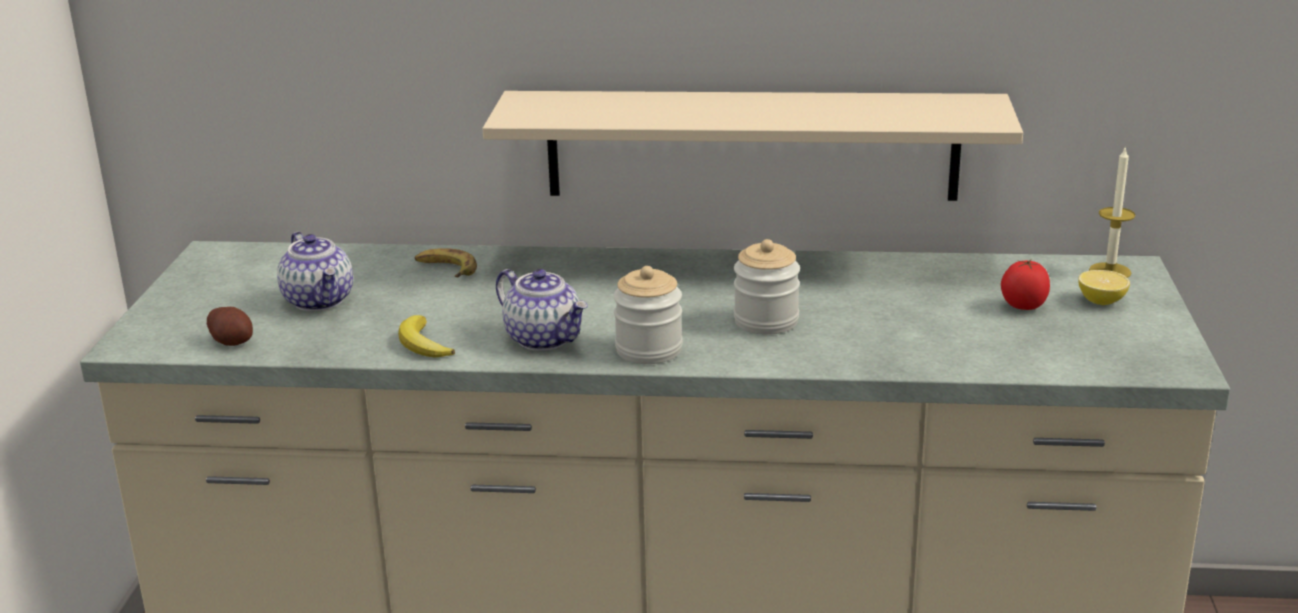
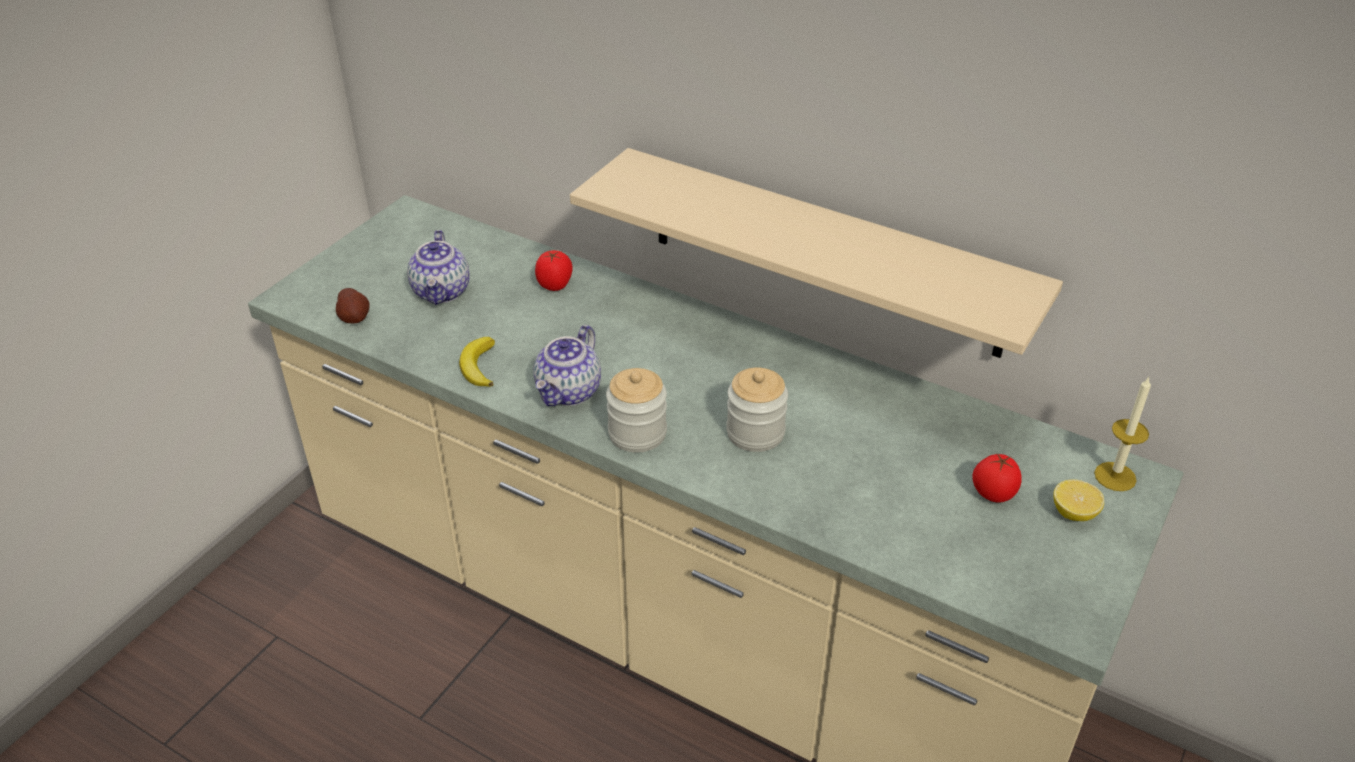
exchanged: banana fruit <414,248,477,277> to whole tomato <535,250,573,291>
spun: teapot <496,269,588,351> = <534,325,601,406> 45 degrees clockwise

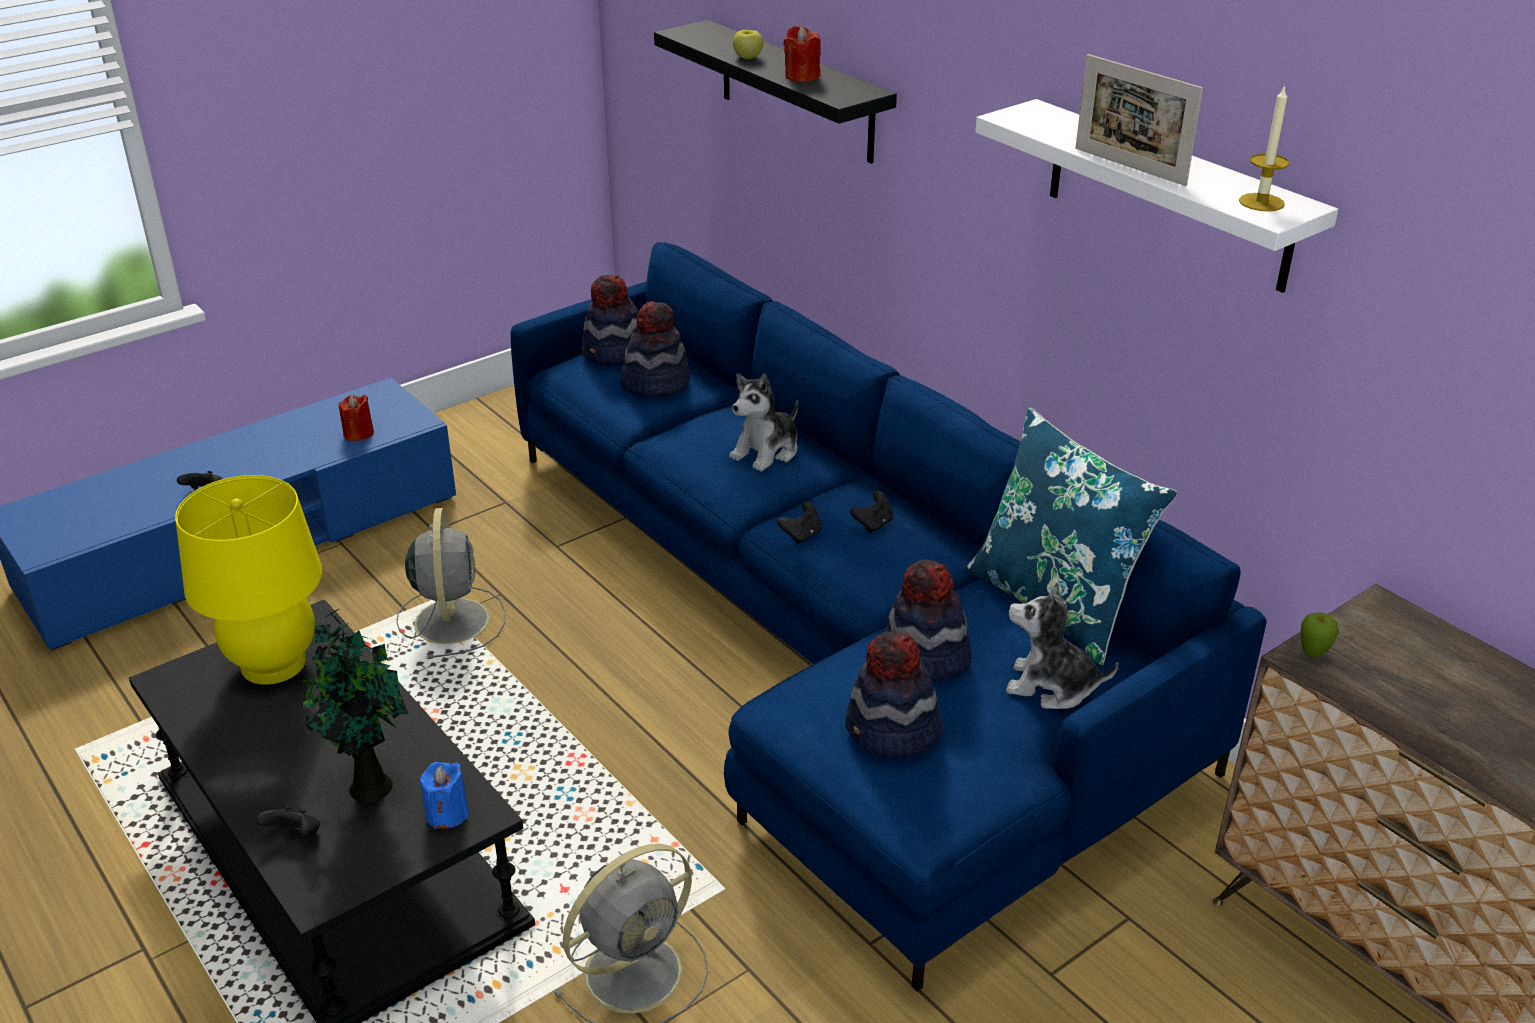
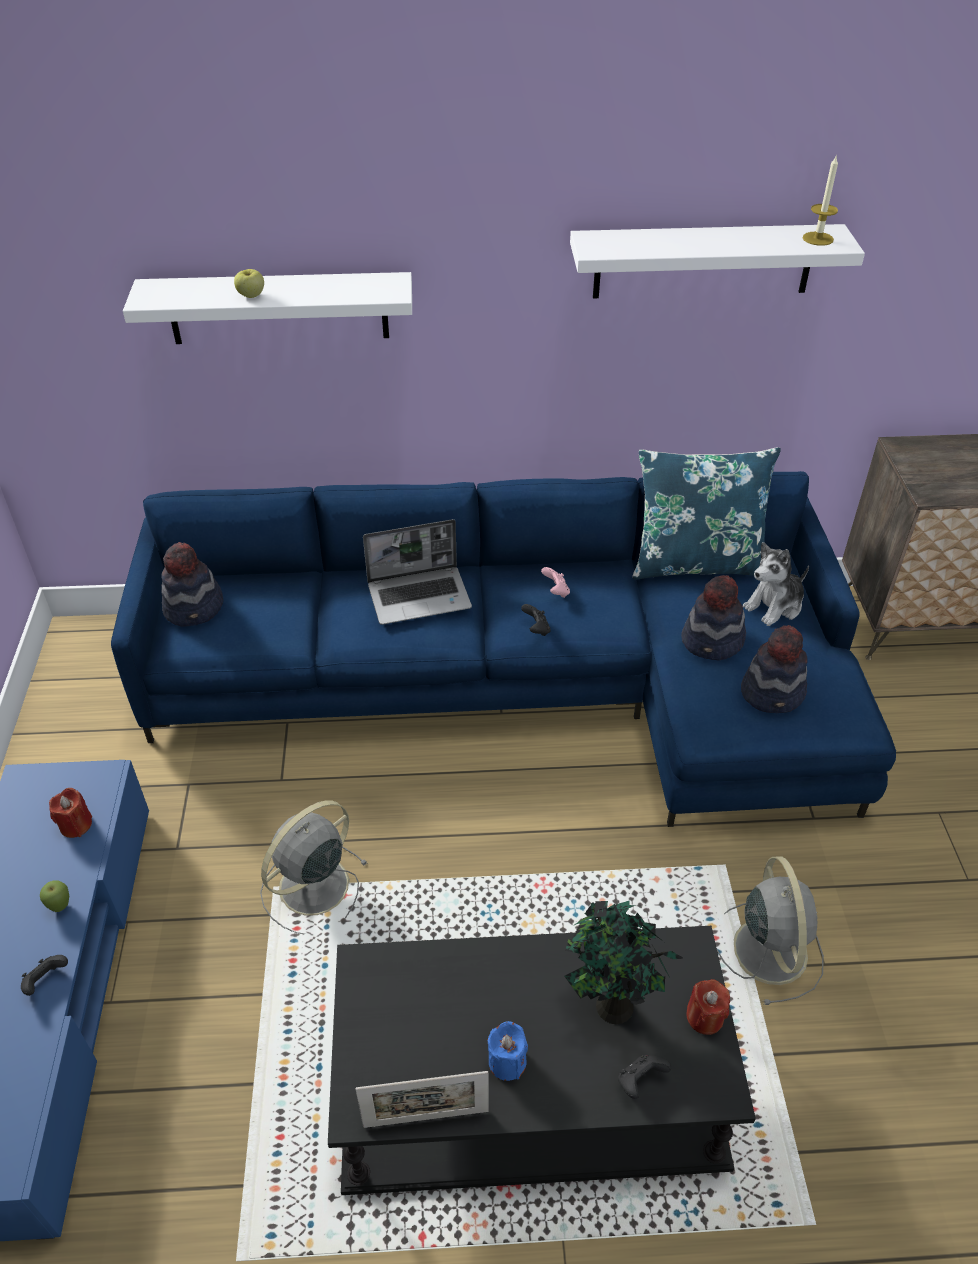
missing: yellow-coloured table lamp <175,475,322,685>; wearable hat <620,301,690,398>
relocated: blue wax candle <420,762,469,829> to <487,1021,528,1081>; red-coloured wax candle <783,26,821,82> to <686,979,730,1035>; picture frame <1076,54,1203,186> to <355,1071,488,1128>; apple fruit <1300,613,1339,657> to <40,881,69,912>
exchanged: cuddly toy <729,373,798,472> to portable computer <363,519,472,625>
colour: blackish bracket shelf <654,20,897,164> to white bracket shelf <123,272,412,344>; blackish gamepad <850,491,893,533> to pinkish gamepad <541,567,570,598>
spun: greyish fan <396,508,506,659> = <260,800,368,934> 75 degrees counterclockwise

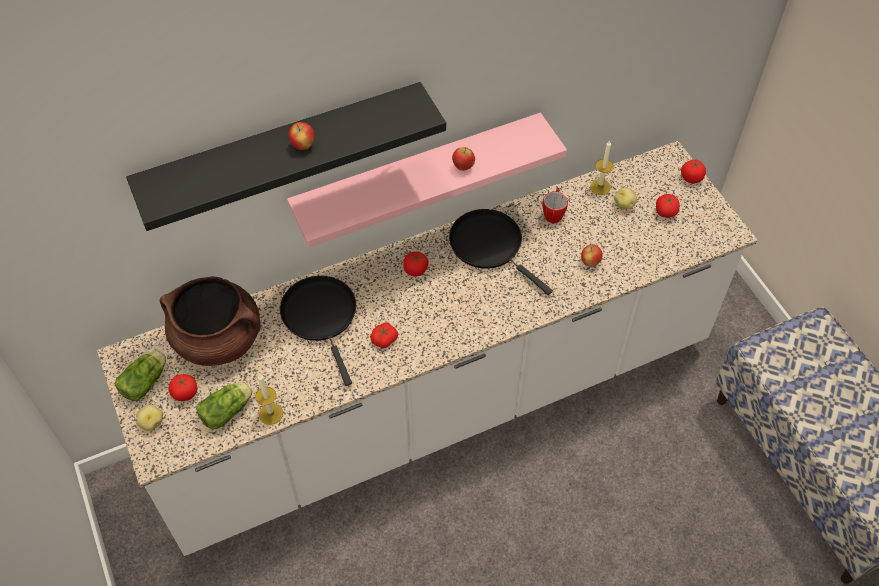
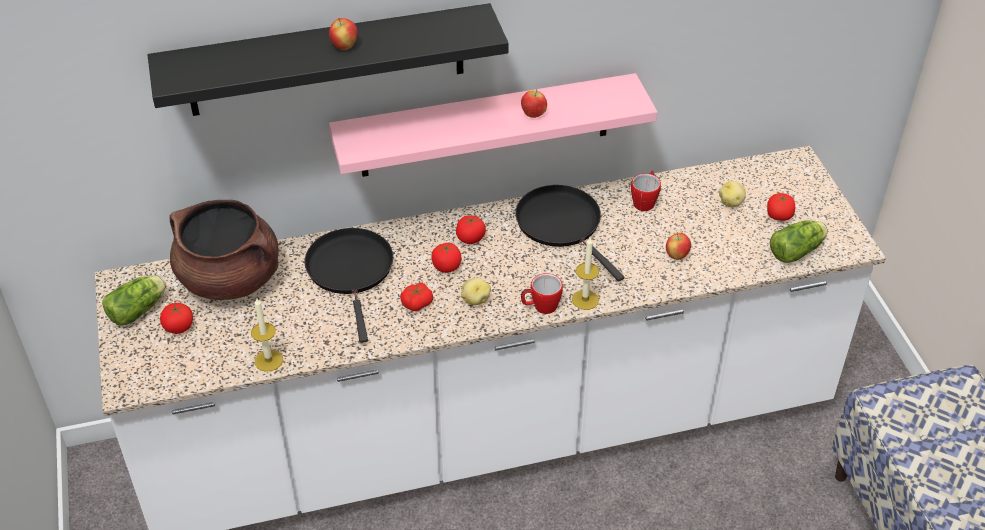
appeared: mug <521,273,563,314>
relocated: potato <136,405,163,431> to <461,278,491,305>; lettuce <196,382,252,429> to <770,220,828,263>; wax candle <590,140,614,195> to <572,238,599,310>; whole tomato <681,159,706,184> to <431,243,462,273>

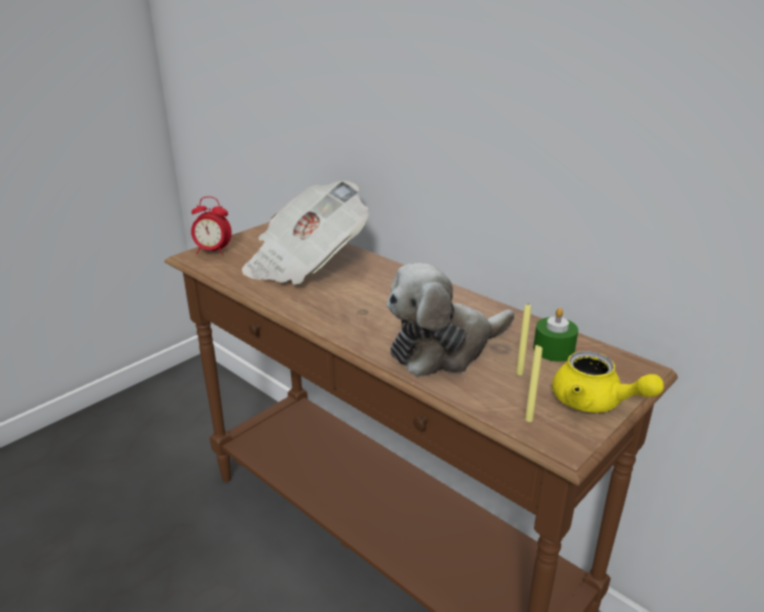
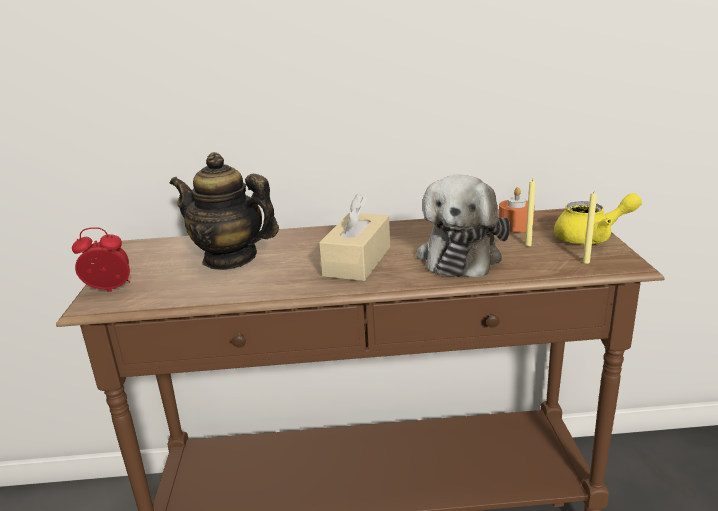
appeared: beige-coloured box of tissues <319,194,390,281>
exchanged: daily paper <242,181,369,285> to teapot <170,152,279,270>
colour: green wax candle <533,308,578,362> to orange-coloured wax candle <499,187,534,232>
spun: table clock <191,196,232,256> = <72,227,130,292> 150 degrees counterclockwise

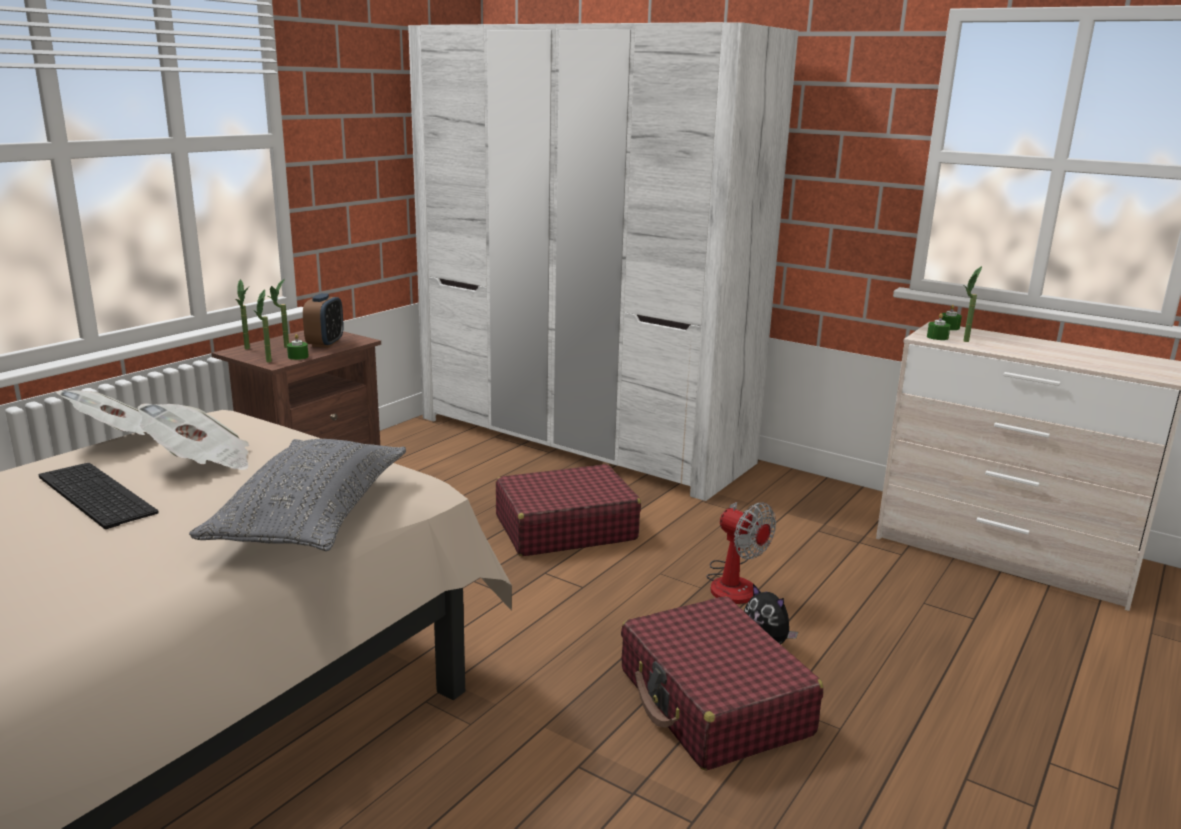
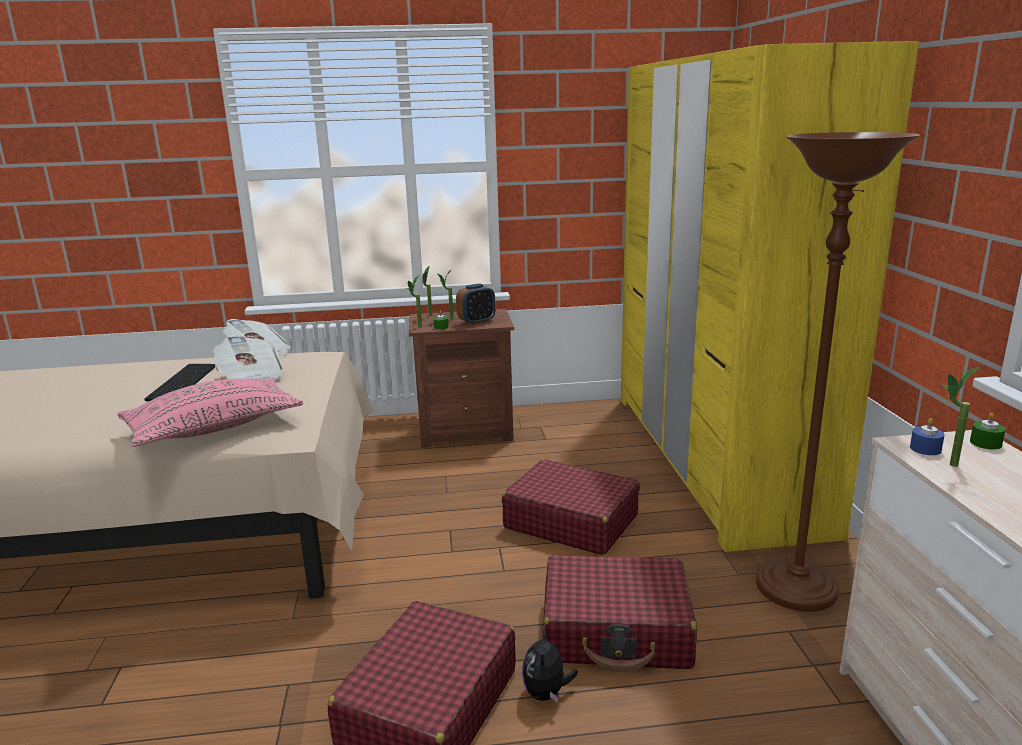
appeared: brown floor lamp <756,132,920,612>
exchanged: fan <706,502,776,604> to red-coloured suitcase <543,555,697,672>
colour: greyish cushion <189,439,406,551> to pinkish cushion <117,378,303,447>; white clothes cupboard <408,22,798,501> to yellow-coloured clothes cupboard <621,41,919,552>; green wax candle <927,313,951,340> to blue wax candle <910,418,945,455>

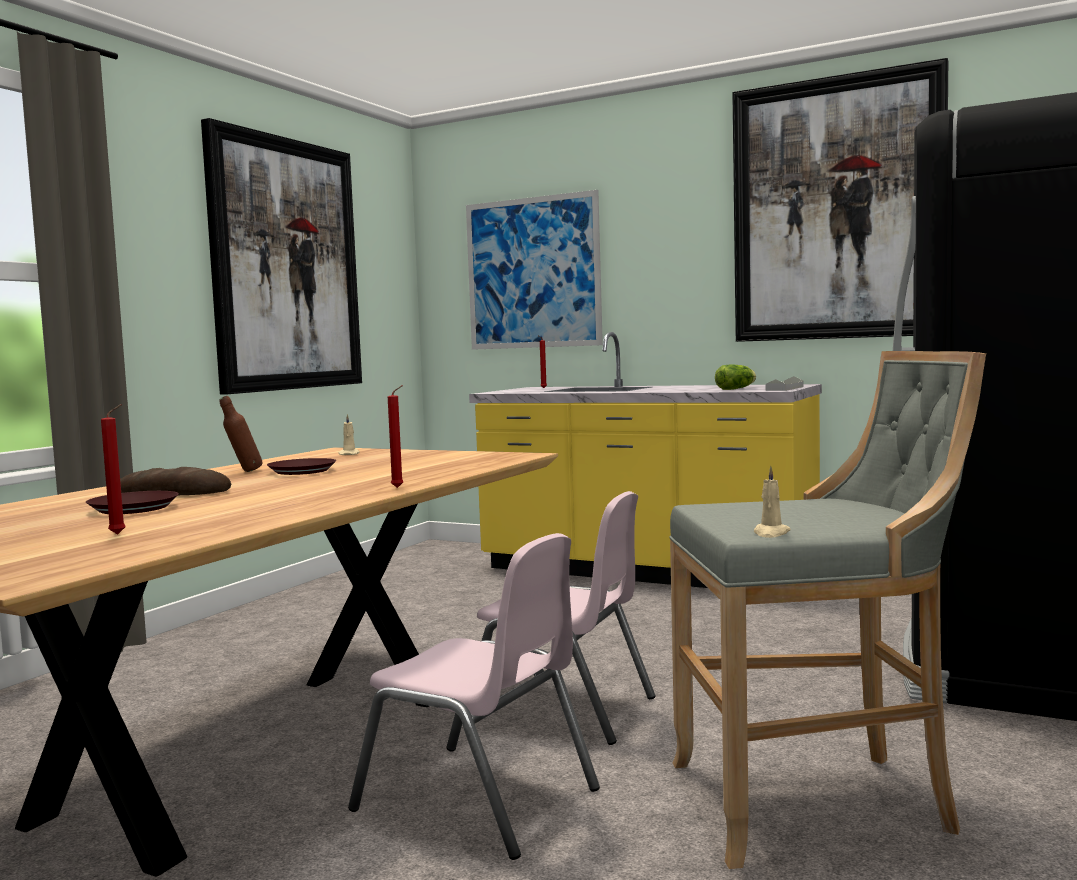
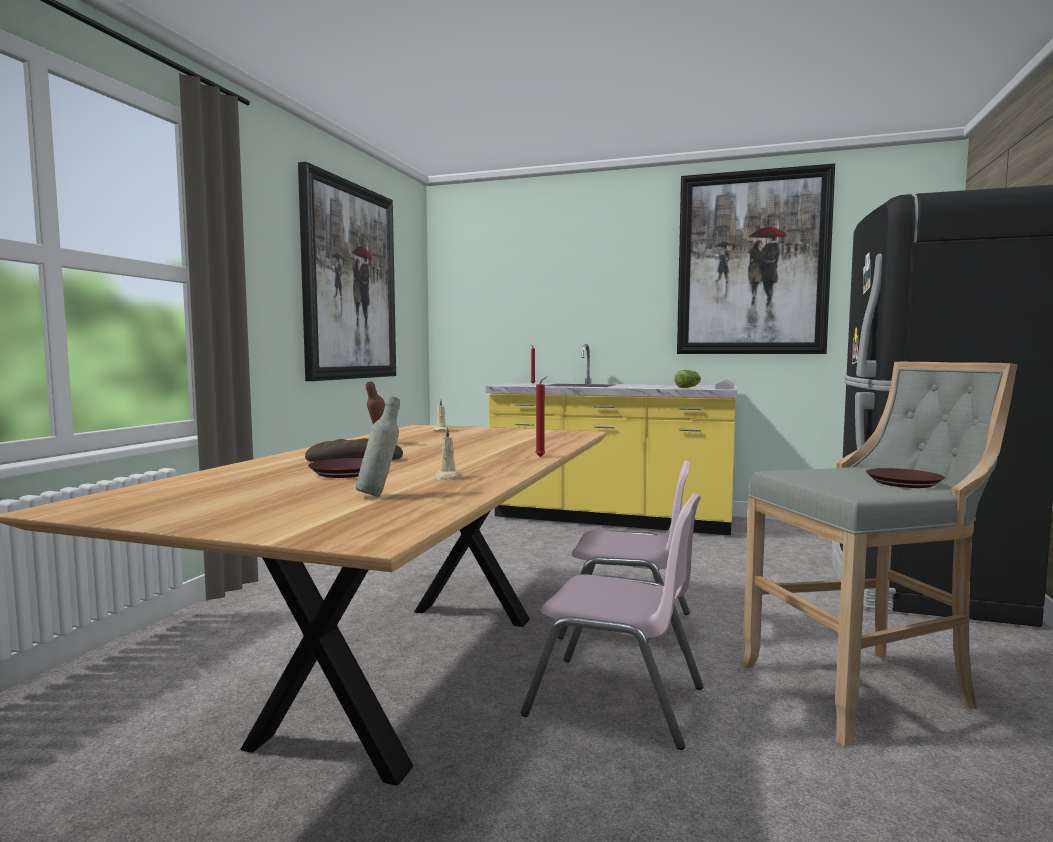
missing: picture <466,190,603,350>
relocated: brown dinner plate <267,458,336,475> to <866,468,945,488>; beige-coloured wax candle <754,466,791,538> to <434,426,462,480>
exchanged: red-coloured wax candle <101,404,126,535> to greyish bottle <356,396,400,497>

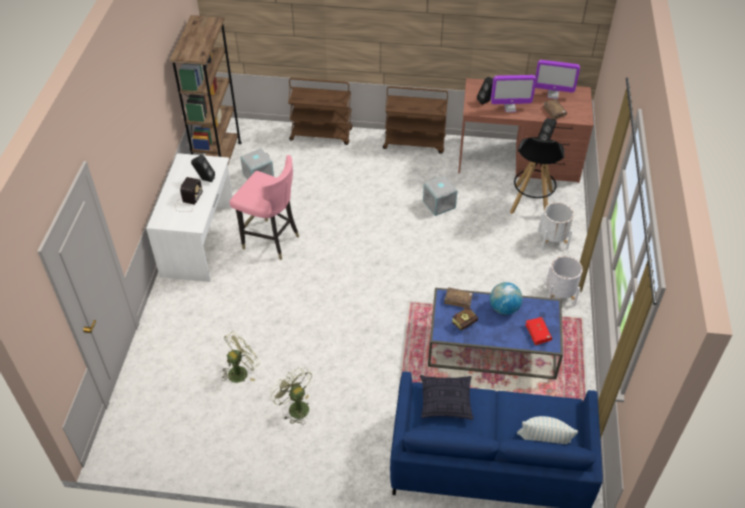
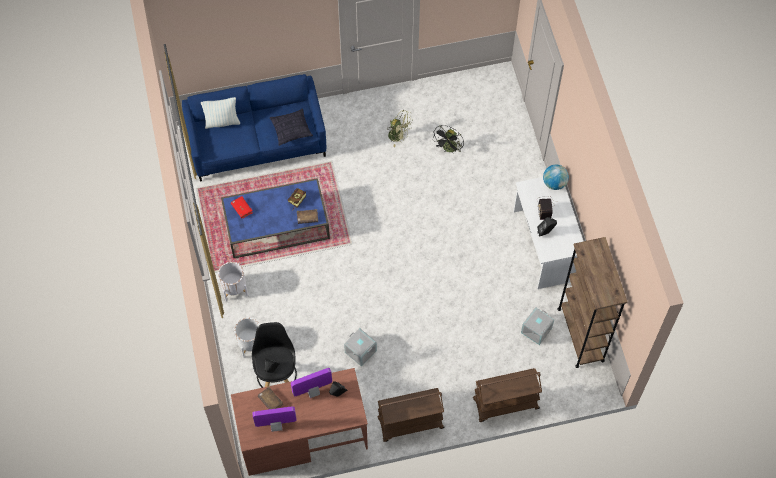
missing: pinkish plain chair <230,155,299,260>
relocated: desk globe <490,282,523,315> to <543,165,569,190>
colour: green fan <221,332,260,383> to blackish fan <432,125,464,154>

